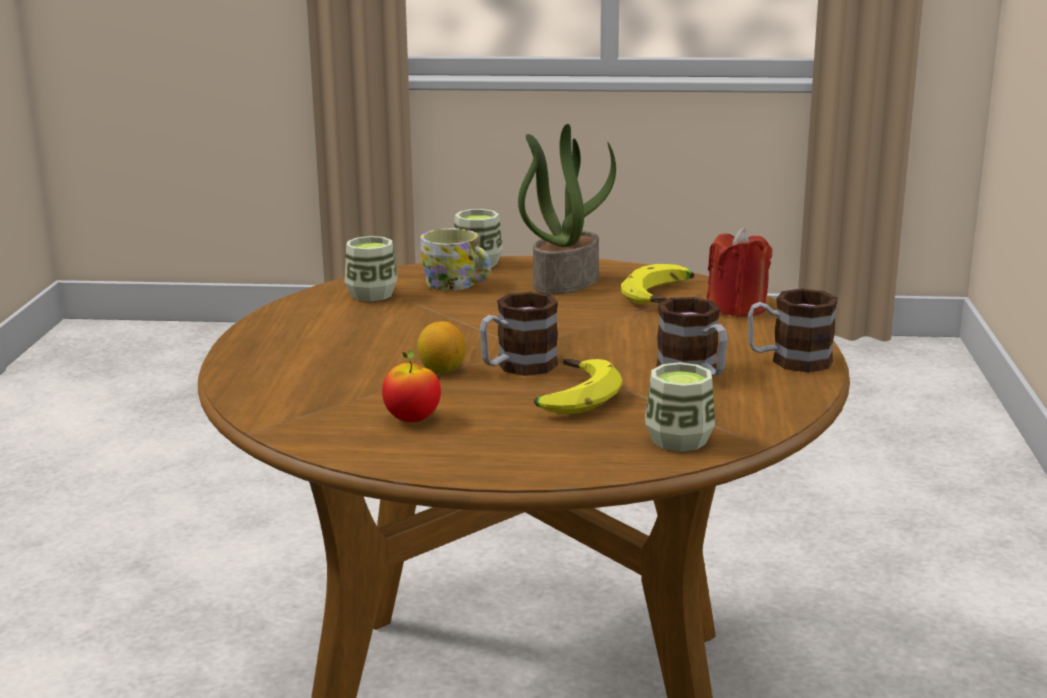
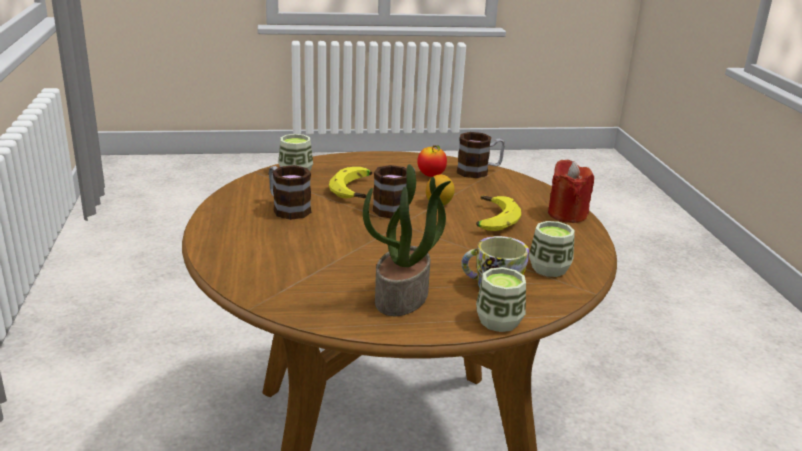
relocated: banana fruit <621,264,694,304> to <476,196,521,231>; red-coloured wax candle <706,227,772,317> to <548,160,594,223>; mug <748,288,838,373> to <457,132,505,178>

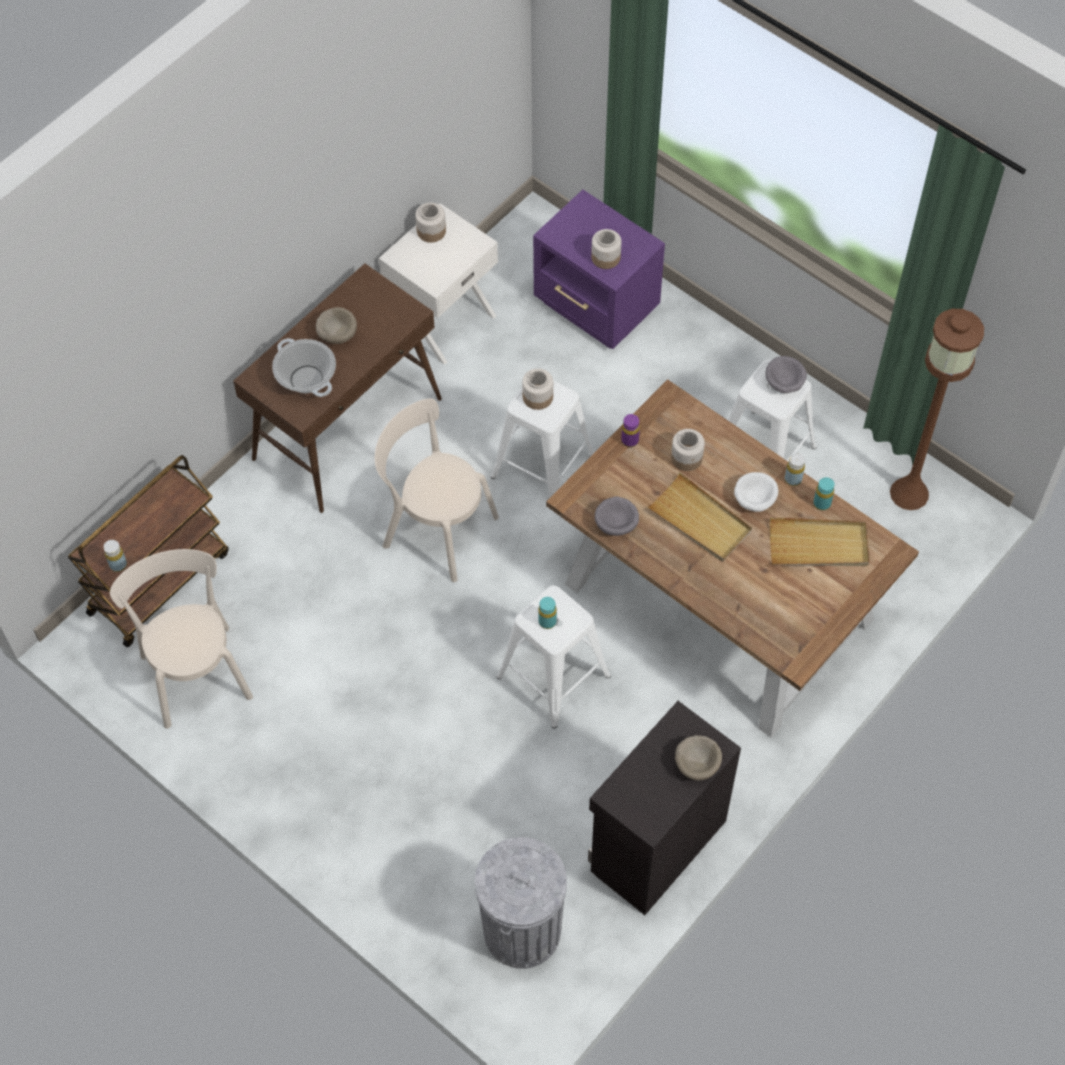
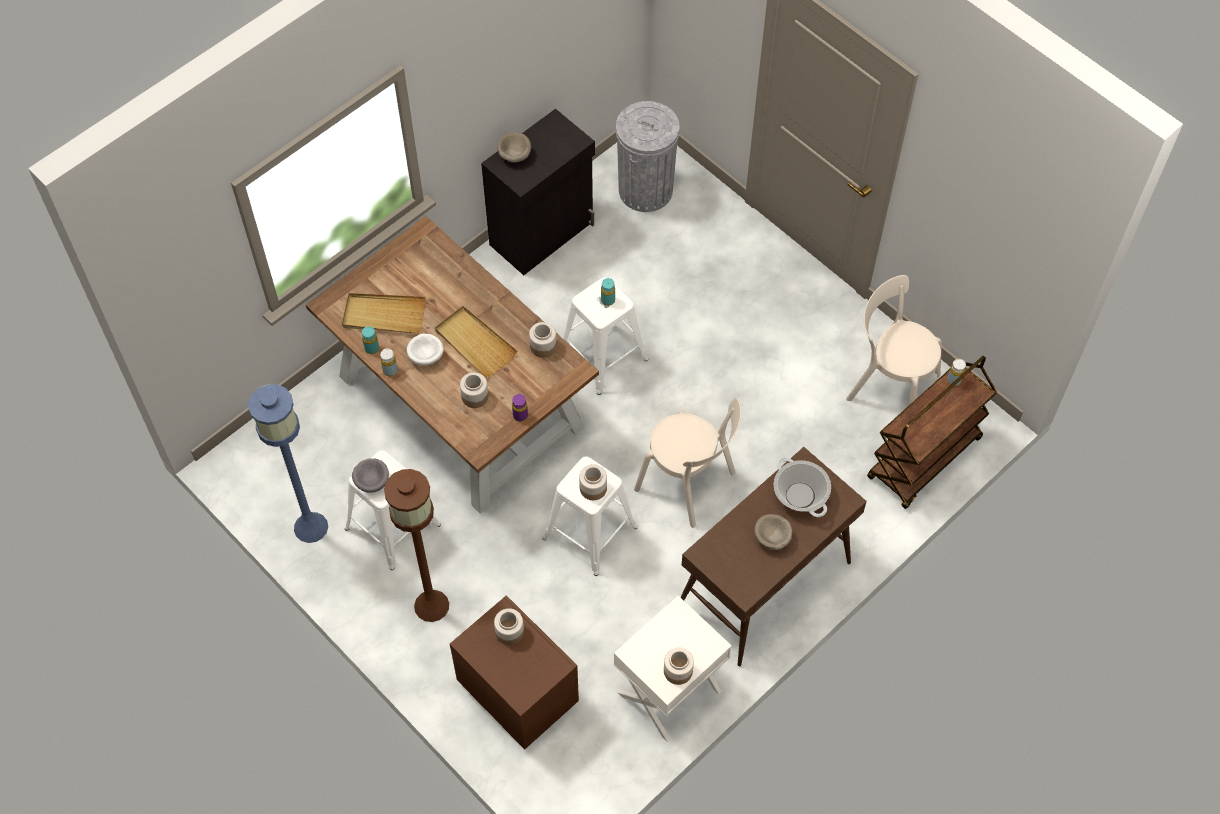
appeared: blue floor lamp <248,384,328,543>
relocated: brown floor lamp <890,309,984,510> to <384,469,449,622>
exchanged: greyish serving bowl <595,496,639,536> to preserve jar <529,322,557,358>
colour: purple nightstand <533,190,665,349> to brown nightstand <450,595,579,750>
spun: beige-coloured plain chair <110,549,253,729> = <846,275,942,405> 135 degrees clockwise

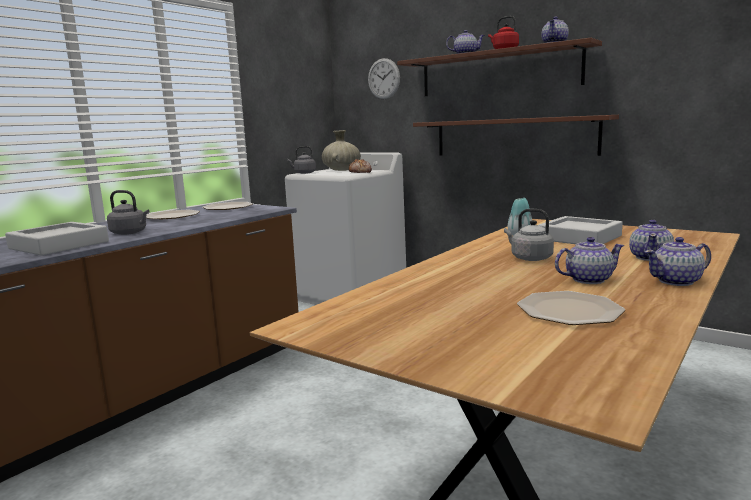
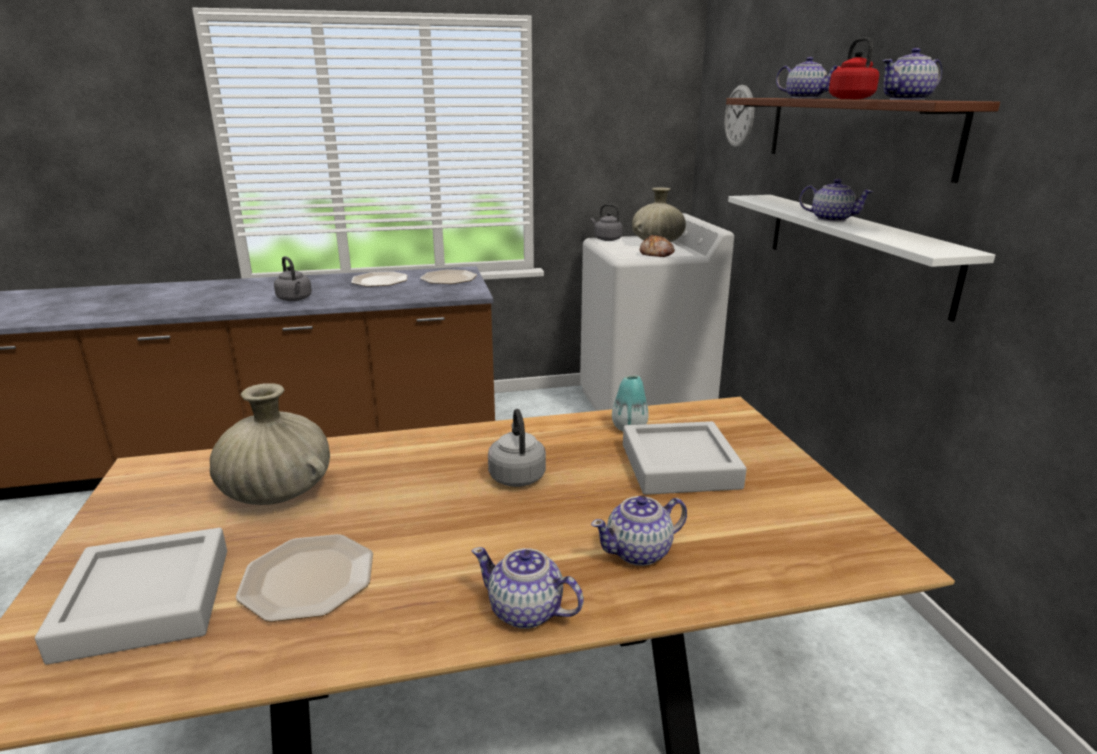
appeared: beige-coloured flower vase <210,383,330,505>
relocated: greyish carrying tray <5,222,109,255> to <35,528,227,664>; teapot <555,237,625,284> to <799,179,873,222>
colour: brown bracket shelf <413,115,619,156> to white bracket shelf <728,195,995,322>

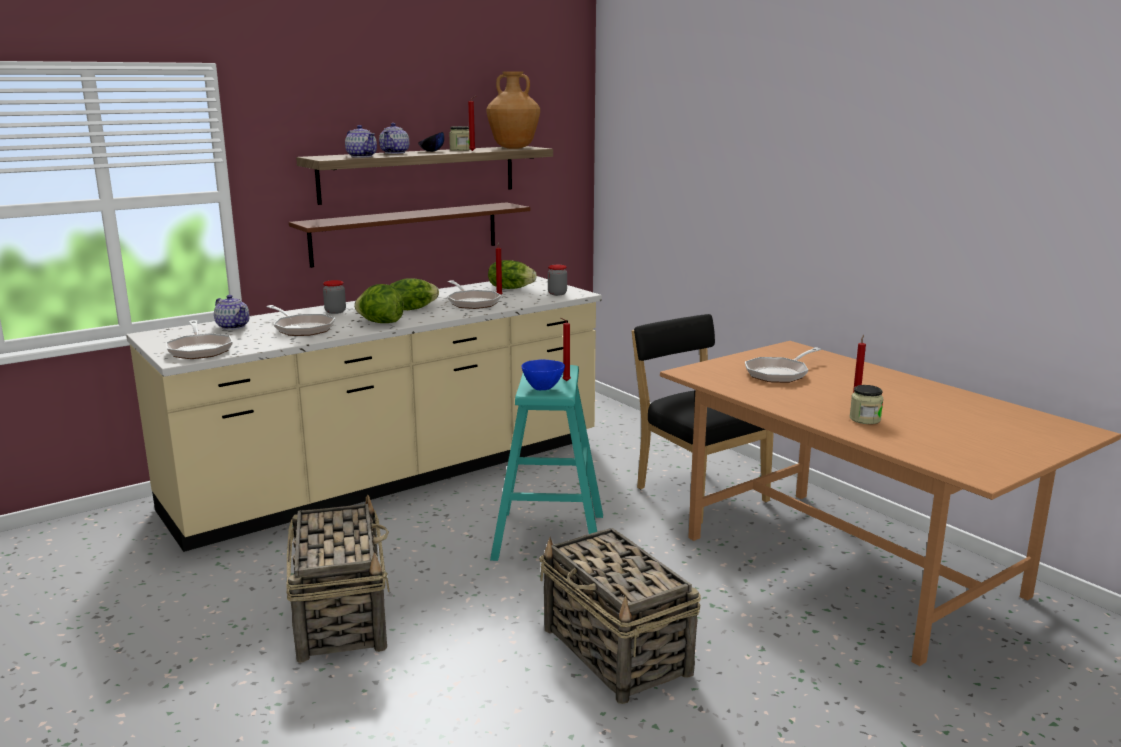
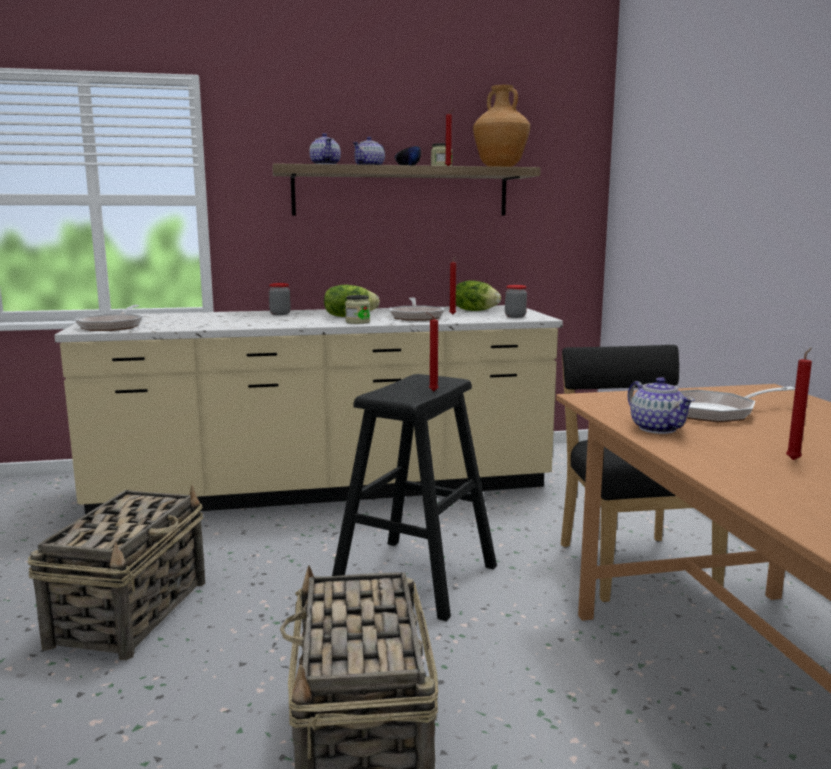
missing: pan <266,305,335,336>; brown bracket shelf <289,202,531,268>; lettuce <354,284,404,323>; blue serving bowl <521,359,565,390>
relocated: teapot <214,295,250,330> to <627,377,695,434>; preserve jar <850,385,883,424> to <345,295,370,324>
colour: turquoise-coloured stool <490,365,603,561> to blackish stool <332,374,497,621>

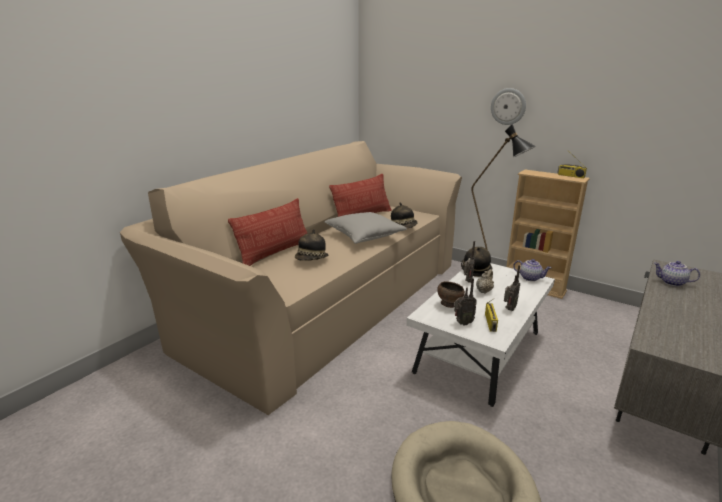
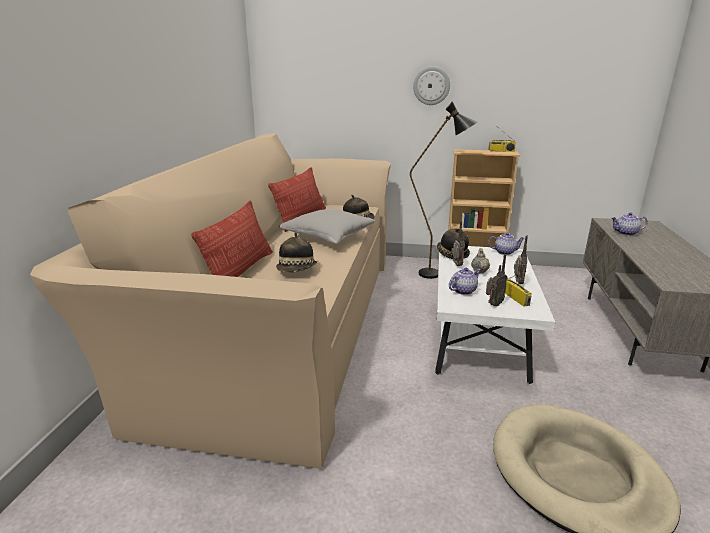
exchanged: brown serving bowl <437,281,465,308> to teapot <449,268,481,295>

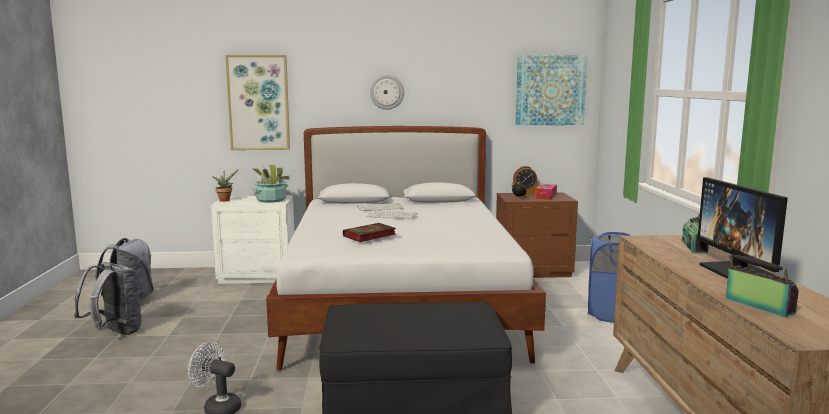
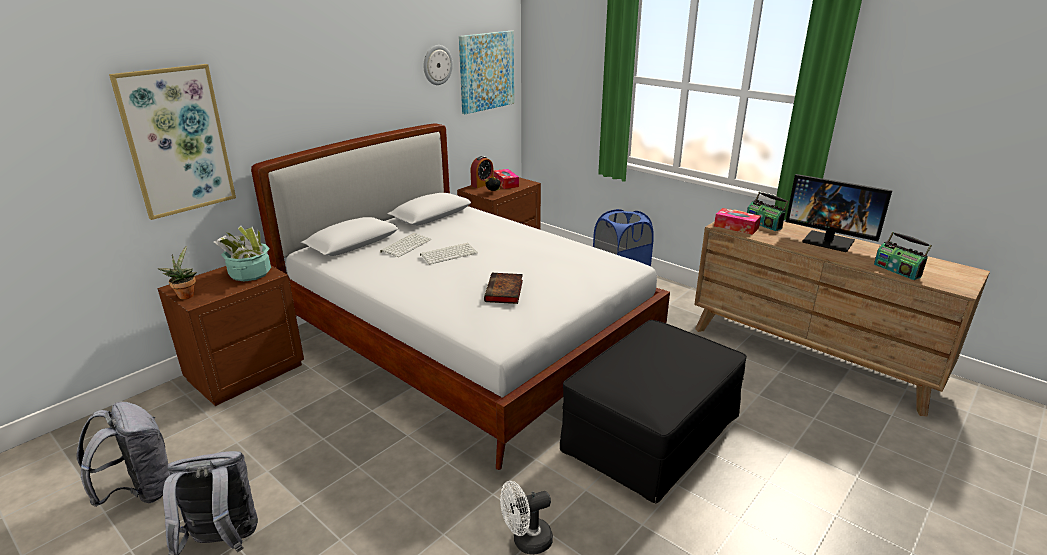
appeared: box of tissues <714,208,761,235>
relocated: wall clock <370,75,404,110> to <424,45,453,85>
colour: white nightstand <211,195,295,284> to brown nightstand <157,266,304,406>
spun: radio receiver <726,254,799,317> = <874,232,932,280> 135 degrees counterclockwise

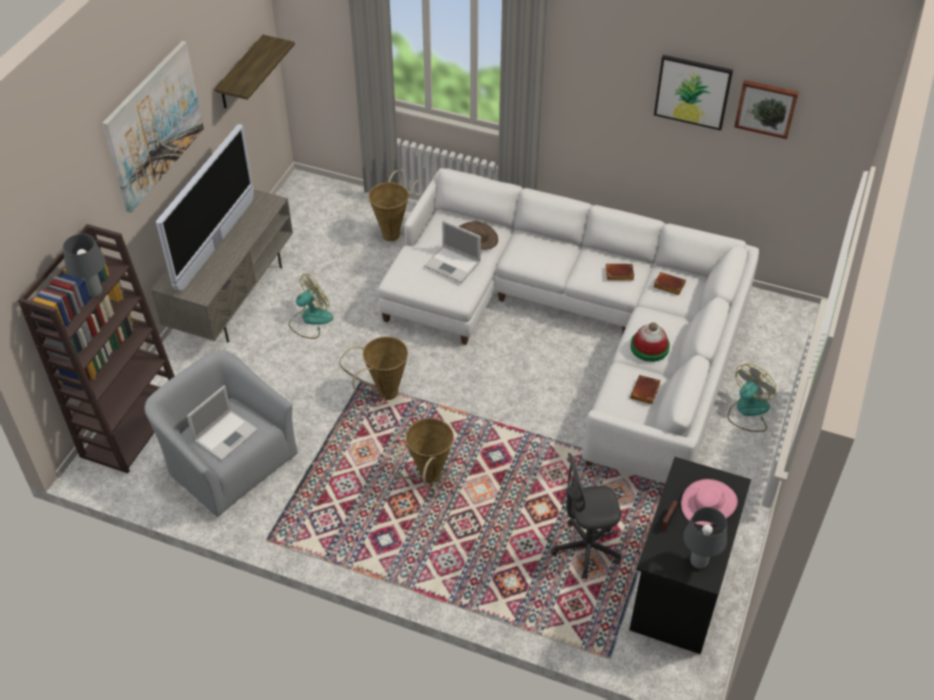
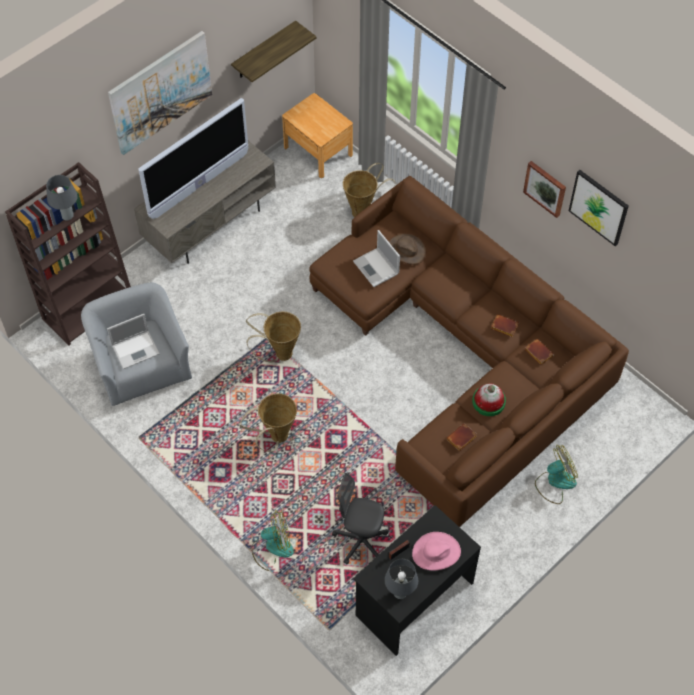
appeared: brown nightstand <282,93,353,178>
relocated: fan <289,274,333,339> to <252,512,294,571>; picture <734,80,799,139> to <523,161,566,218>
colour: white settee <378,168,759,483> to brown settee <309,176,629,527>

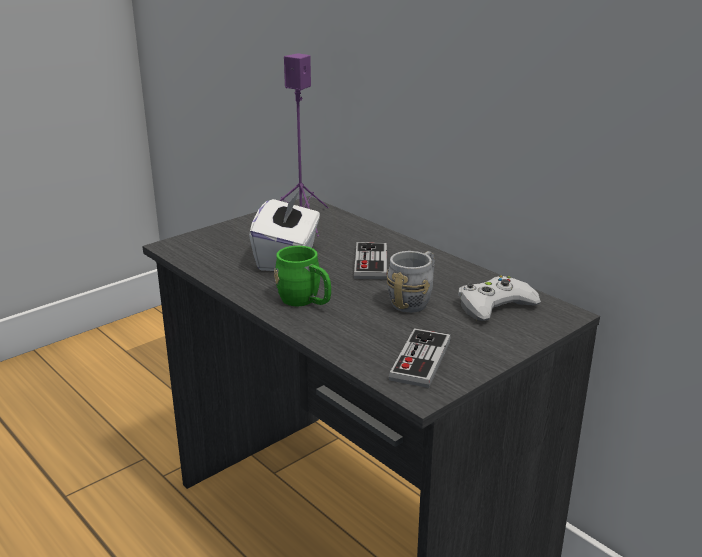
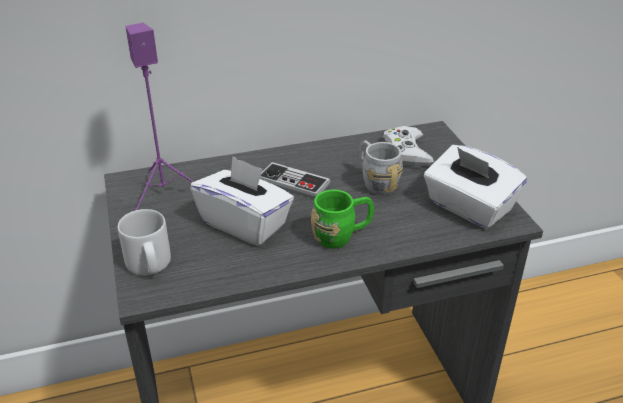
appeared: greyish mug <118,209,171,276>
exchanged: gamepad <389,328,451,388> to white box of tissues <424,145,527,229>

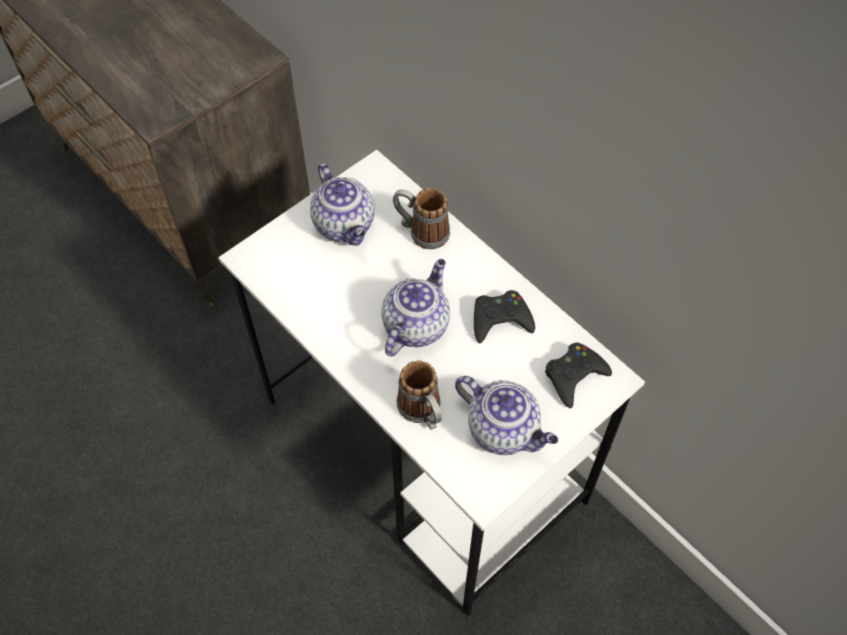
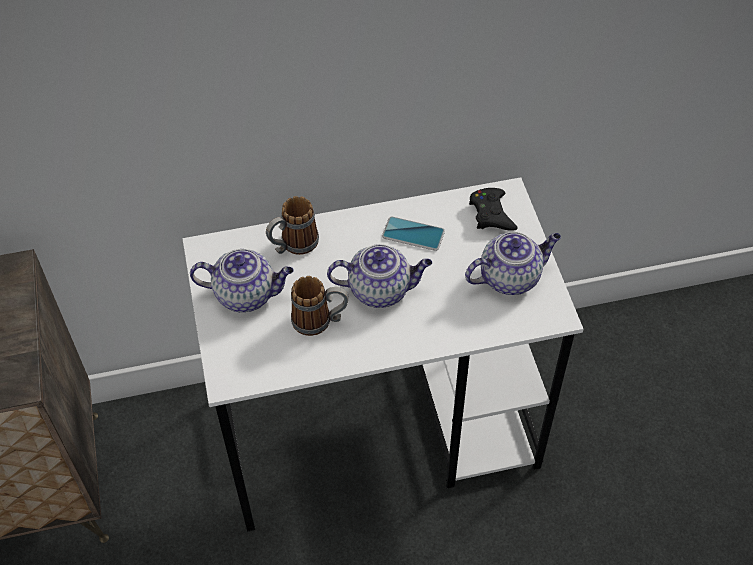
relocated: mug <397,360,442,430> to <291,276,348,336>
exchanged: blackish gamepad <474,290,535,343> to telephone <382,217,445,251>
spun: teapot <381,259,450,356> = <327,244,432,308> 120 degrees clockwise

